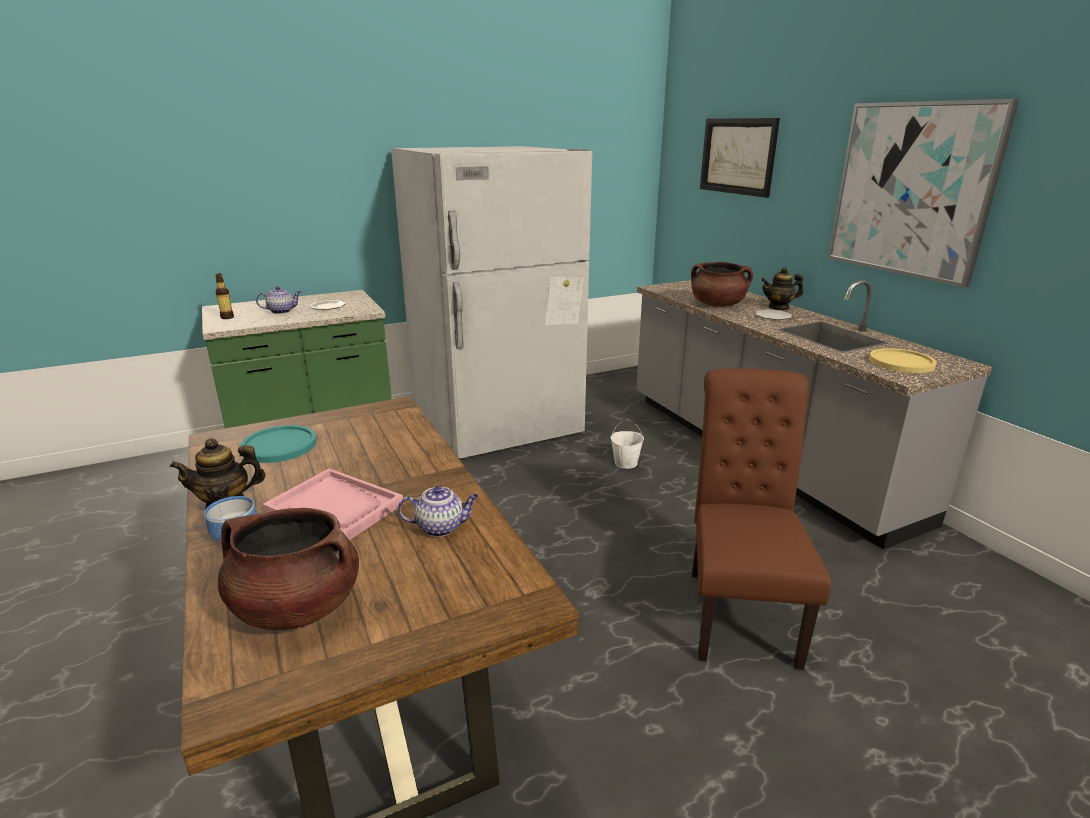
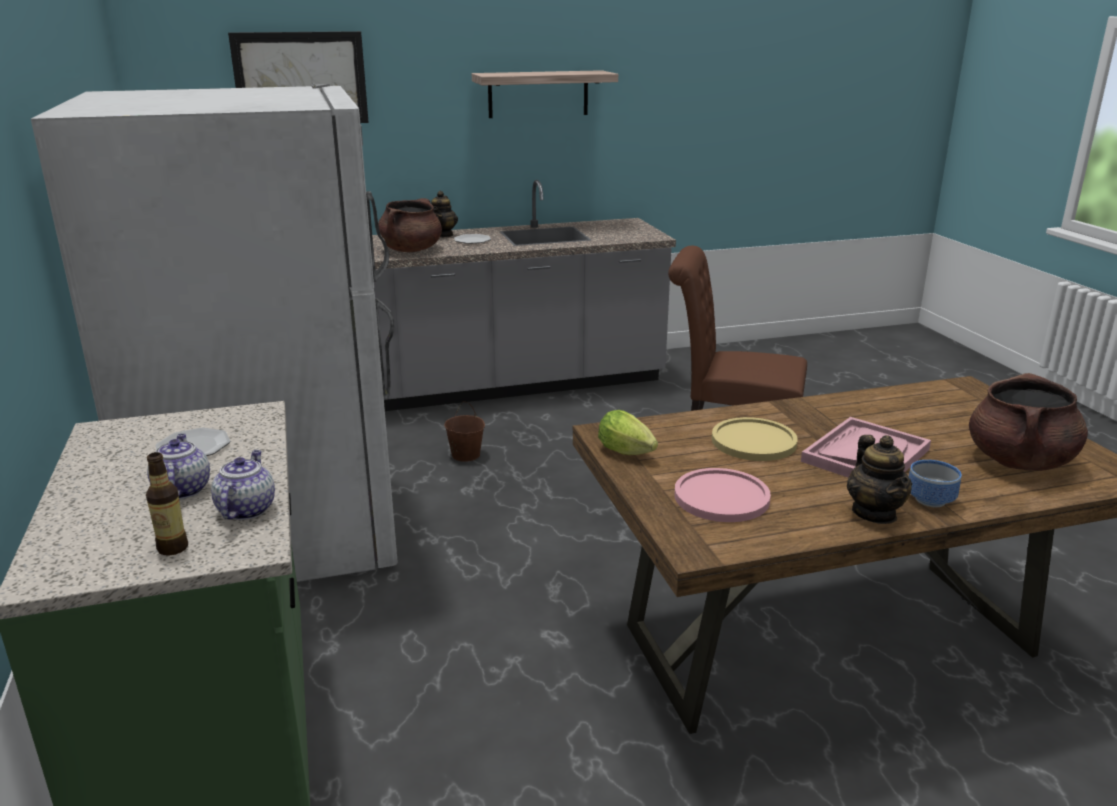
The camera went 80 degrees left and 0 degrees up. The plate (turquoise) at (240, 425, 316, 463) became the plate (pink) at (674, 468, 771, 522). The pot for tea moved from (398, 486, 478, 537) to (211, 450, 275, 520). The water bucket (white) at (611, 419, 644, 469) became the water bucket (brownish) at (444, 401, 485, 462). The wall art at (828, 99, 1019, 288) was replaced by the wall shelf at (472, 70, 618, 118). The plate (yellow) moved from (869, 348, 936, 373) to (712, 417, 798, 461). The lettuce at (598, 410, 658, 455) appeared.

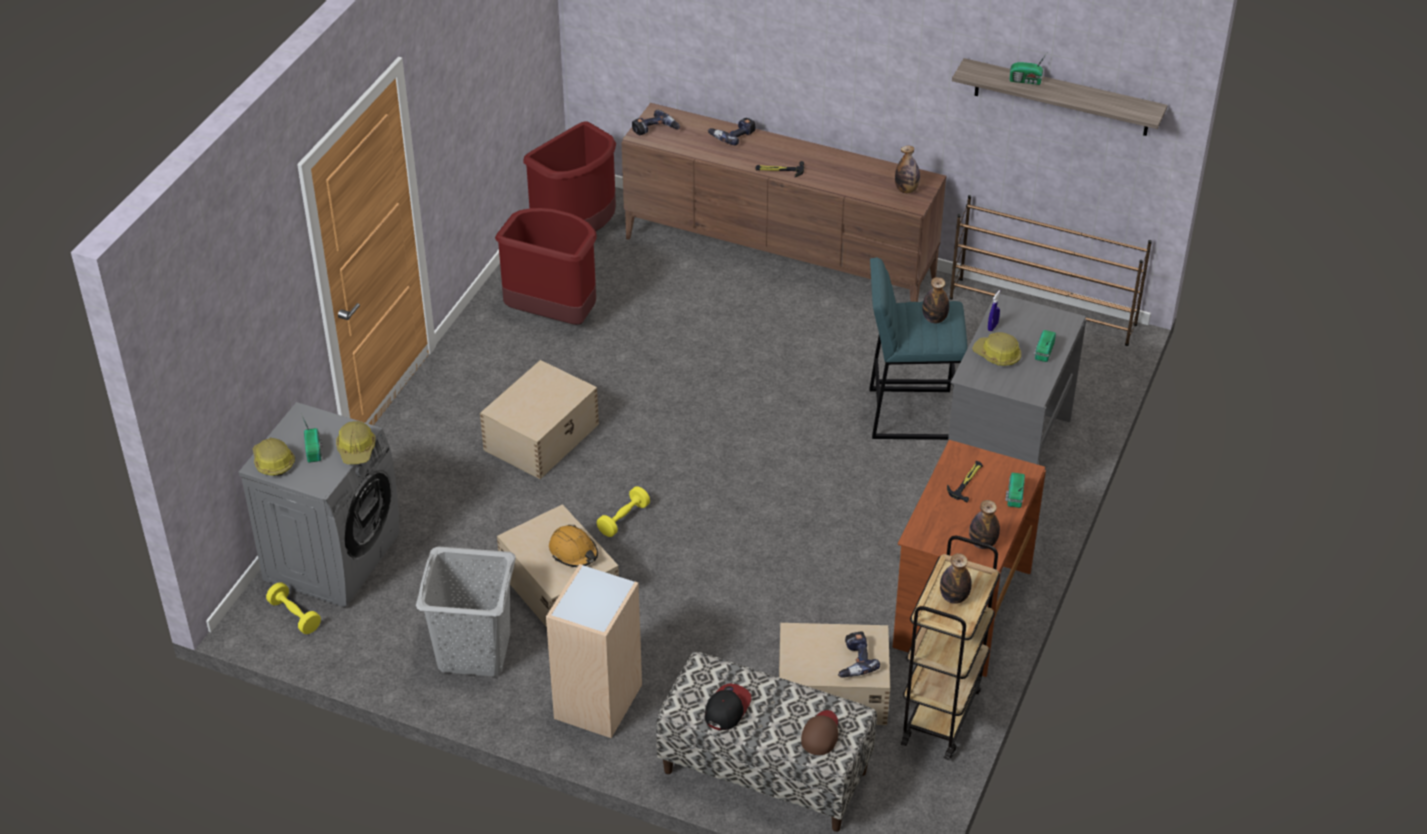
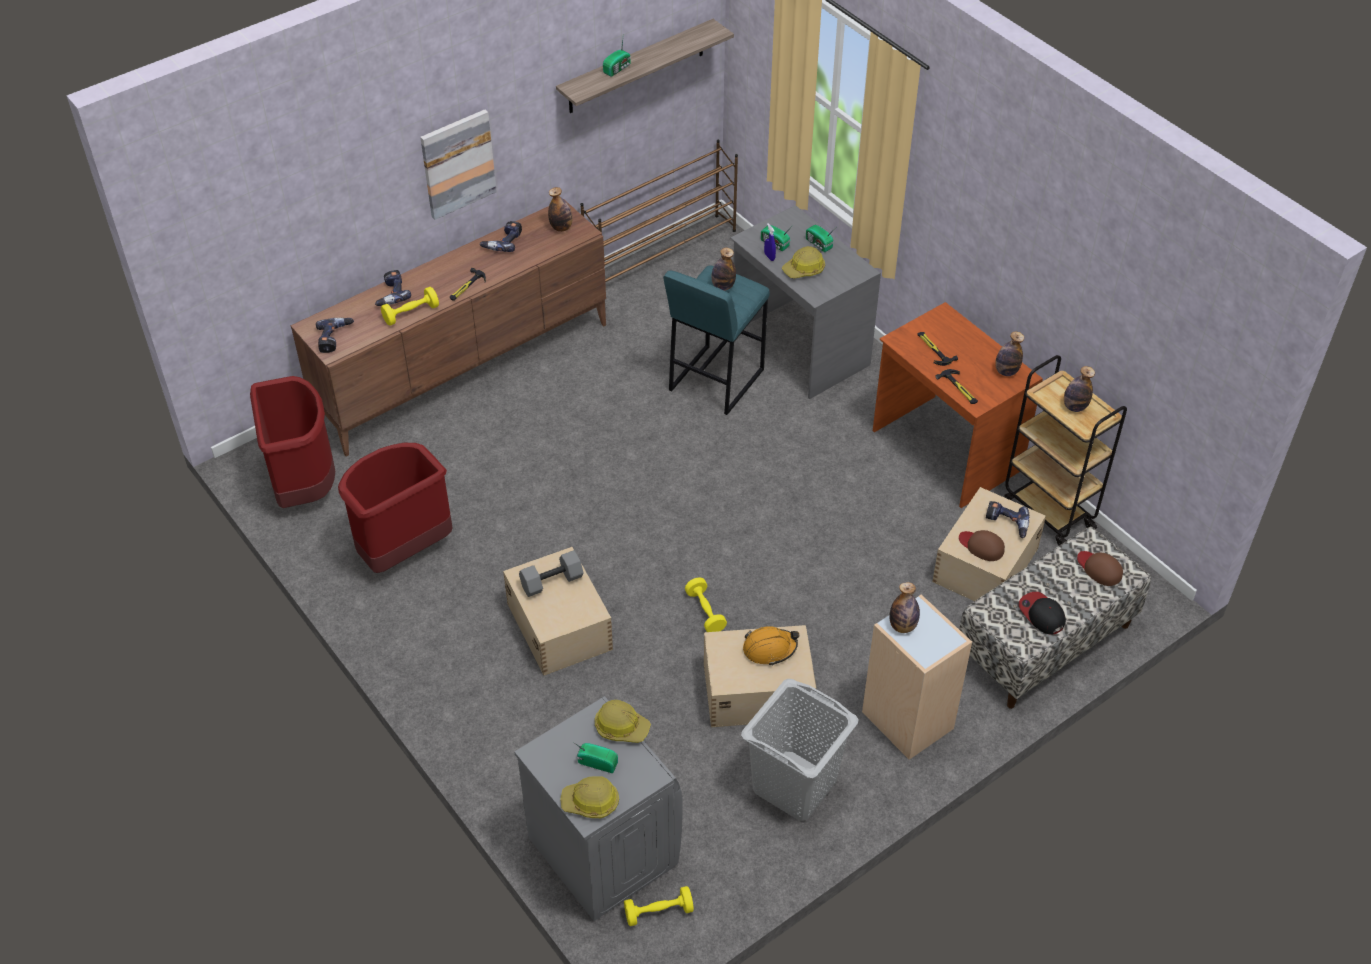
The camera went 60 degrees left and 5 degrees up. The radio moved from (1005, 473, 1025, 508) to (761, 225, 793, 251). The hand weight (yellow) at (381, 287, 439, 326) appeared. The wall art at (420, 109, 497, 220) appeared. The power drill at (480, 221, 522, 252) appeared. The hand weight (greyish) at (519, 550, 584, 597) appeared. The beverage bottle at (889, 582, 920, 633) appeared. The hand hammer at (935, 369, 978, 404) appeared. The peaked cap (brownish) at (959, 530, 1005, 561) appeared.

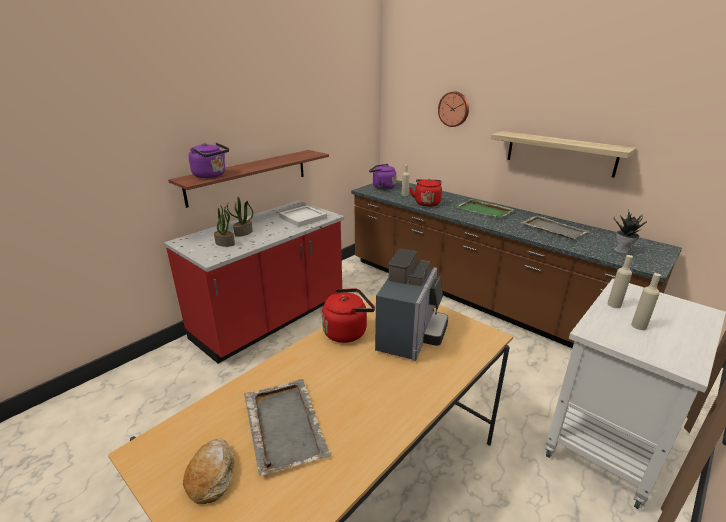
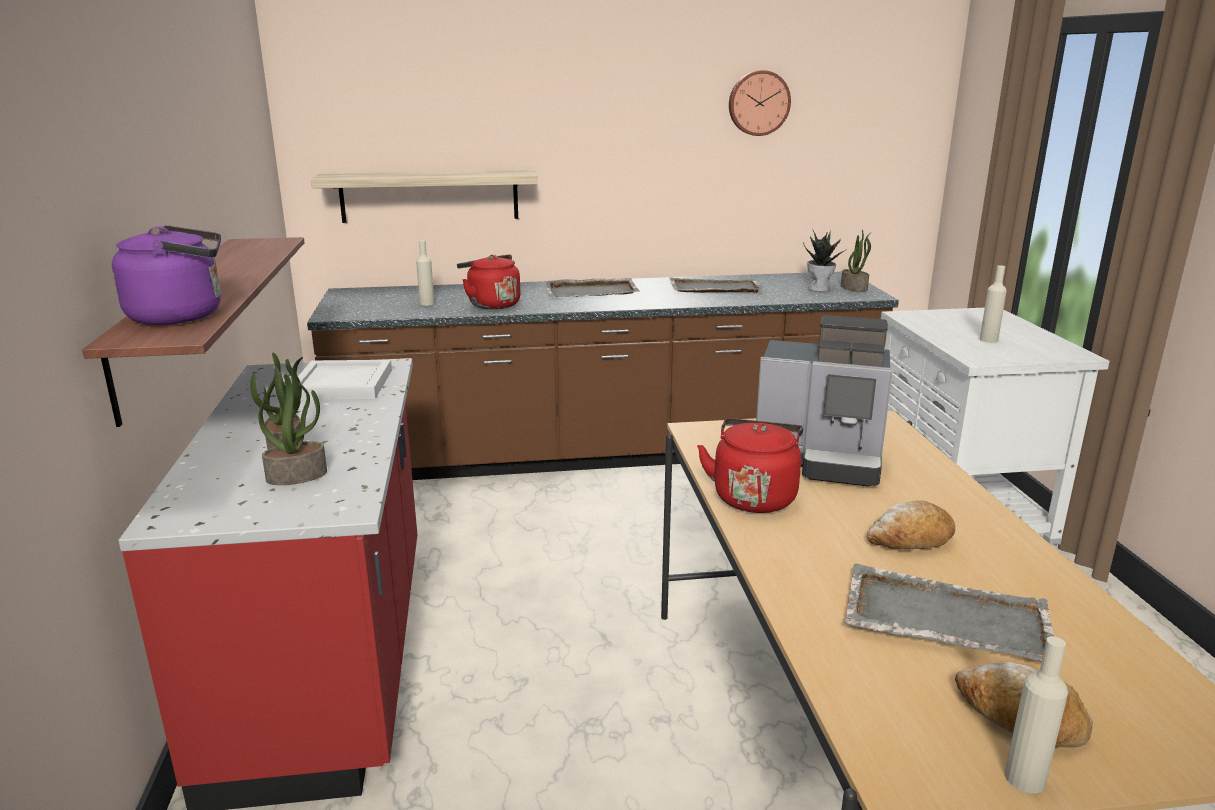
The camera went 50 degrees left and 5 degrees down. The water kettle (purple-coloured) at (369, 164, 397, 190) disappeared. The coffee maker at (375, 249, 448, 361) turned 135 degrees clockwise. The clock on the wall moved from (438, 92, 469, 127) to (729, 70, 791, 136). The serving tray (green) at (456, 199, 515, 218) became the serving tray (greyish) at (546, 278, 640, 297). The wall shelf moved from (491, 131, 636, 178) to (311, 170, 537, 223). The beverage bottle (beige) moved from (607, 255, 633, 308) to (1005, 636, 1068, 793). The plant in a pot at (841, 230, 871, 292) appeared. The baked bread at (867, 501, 955, 550) appeared.

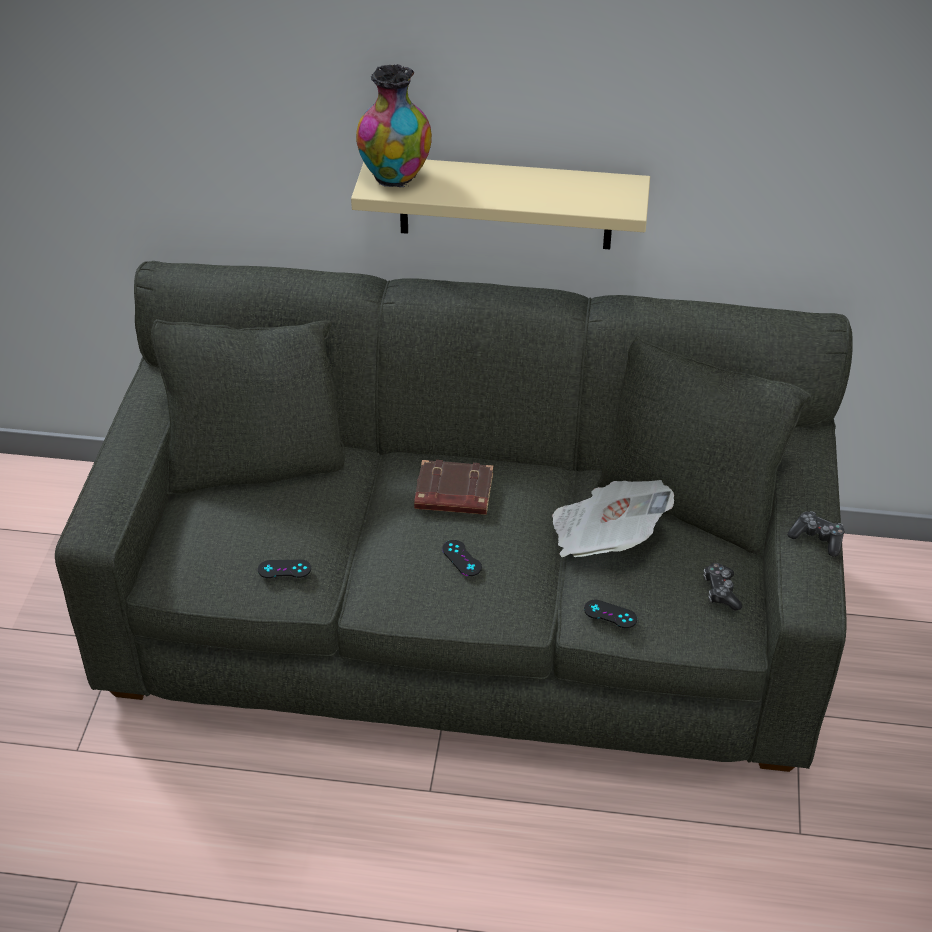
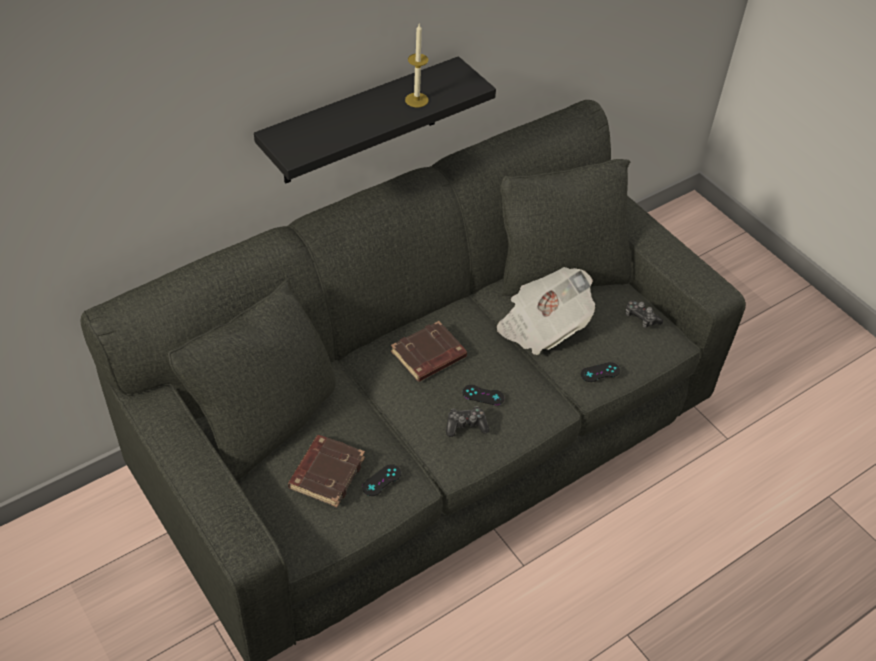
The camera went 45 degrees left and 5 degrees up. The wall shelf (beige) at (351, 160, 650, 249) became the wall shelf (black) at (254, 56, 496, 183). The vase at (356, 64, 432, 187) disappeared. The gamepad moved from (788, 511, 844, 557) to (446, 406, 489, 437). The book (brownish) at (288, 435, 365, 507) appeared. The wax candle at (405, 24, 429, 107) appeared.

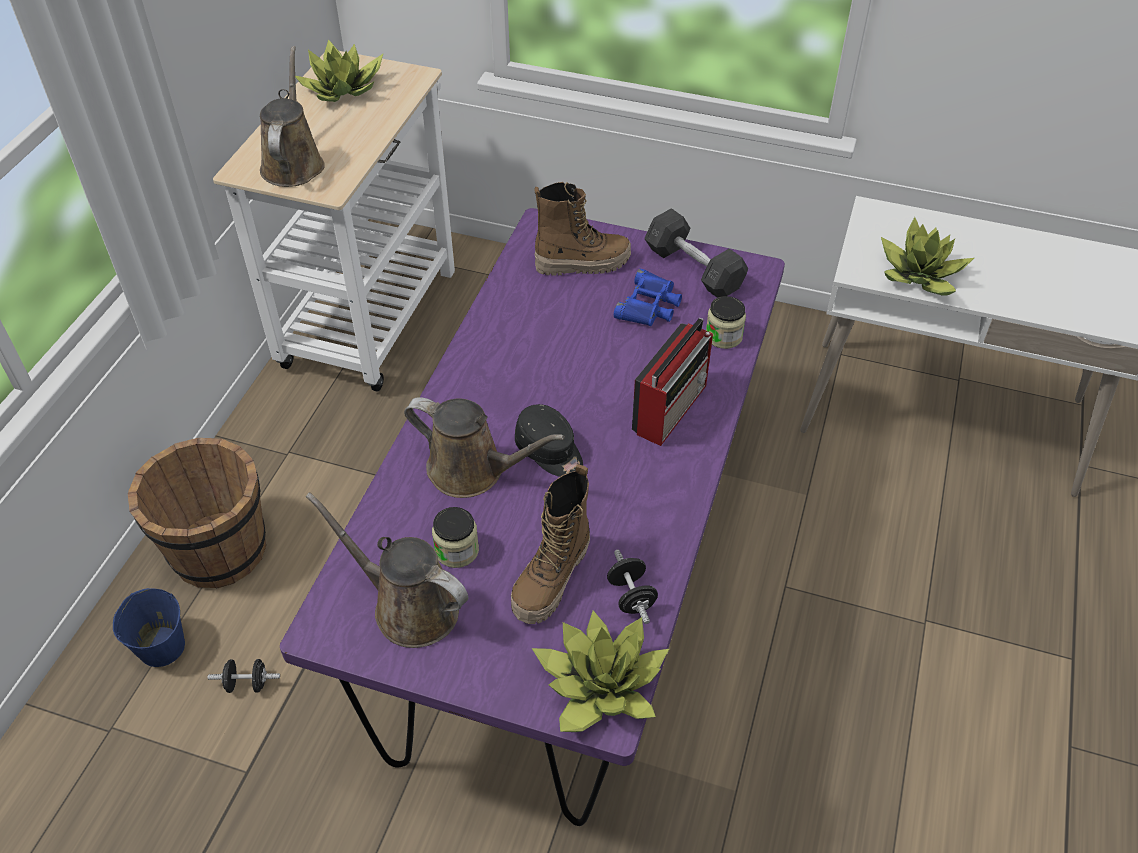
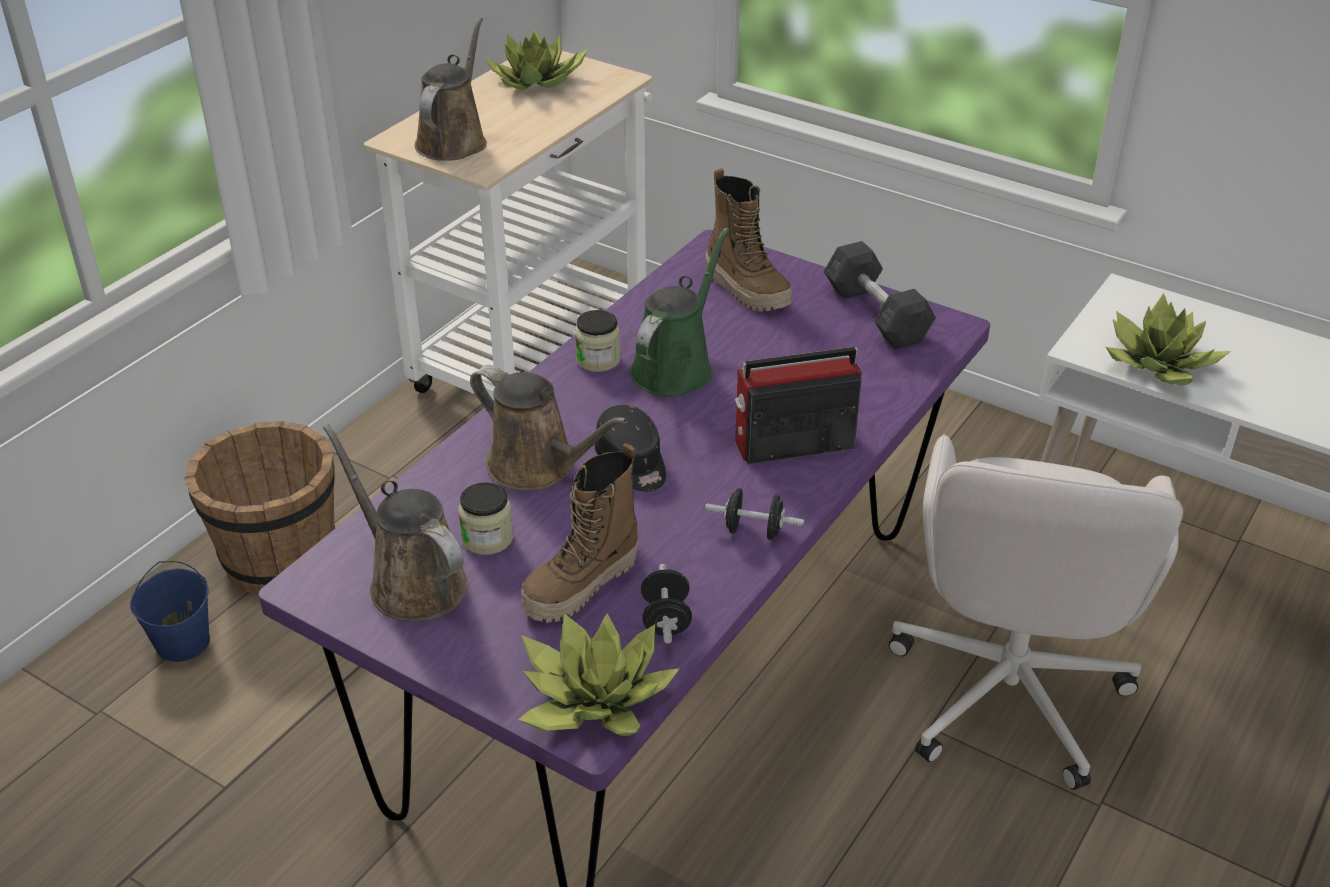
The camera went 15 degrees right and 10 degrees down. The hand weight (black) moved from (208, 659, 280, 693) to (705, 488, 804, 540). The boot at (534, 182, 631, 275) turned 45 degrees clockwise. The pair of binoculars (blue-coloured) at (614, 269, 682, 326) disappeared. The radio at (632, 318, 713, 446) turned 150 degrees counterclockwise. The storage jar moved from (706, 296, 746, 349) to (575, 310, 621, 372). The watering can (green) at (630, 228, 729, 397) appeared. The office chair (white) at (889, 434, 1183, 790) appeared.

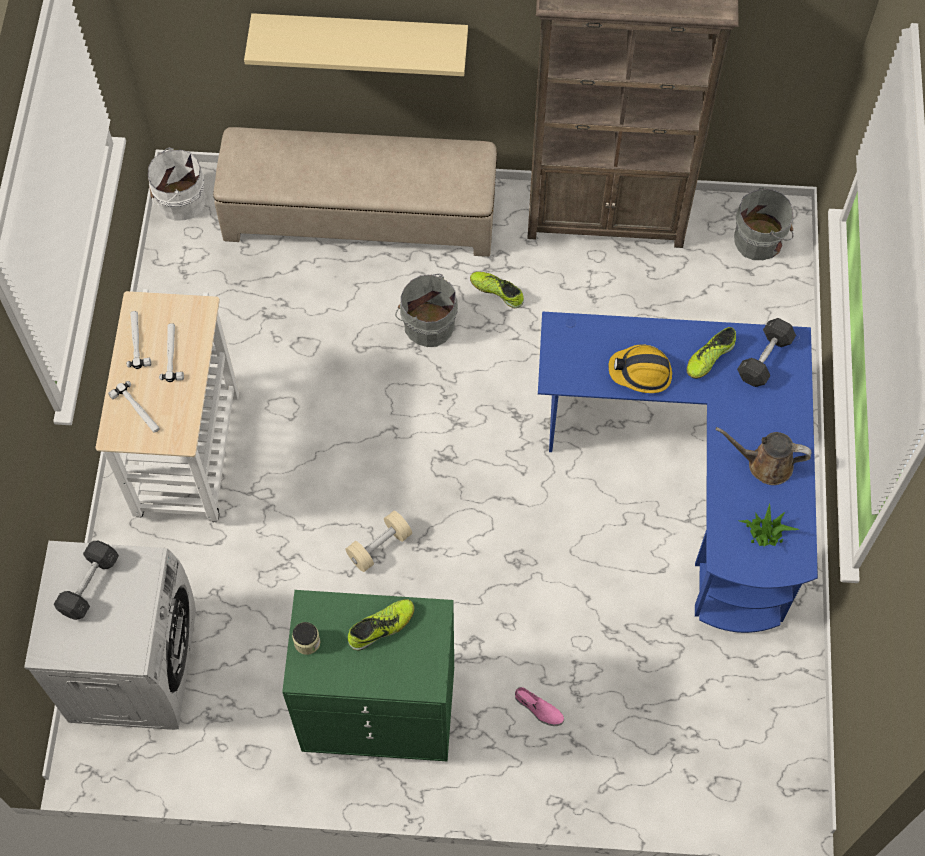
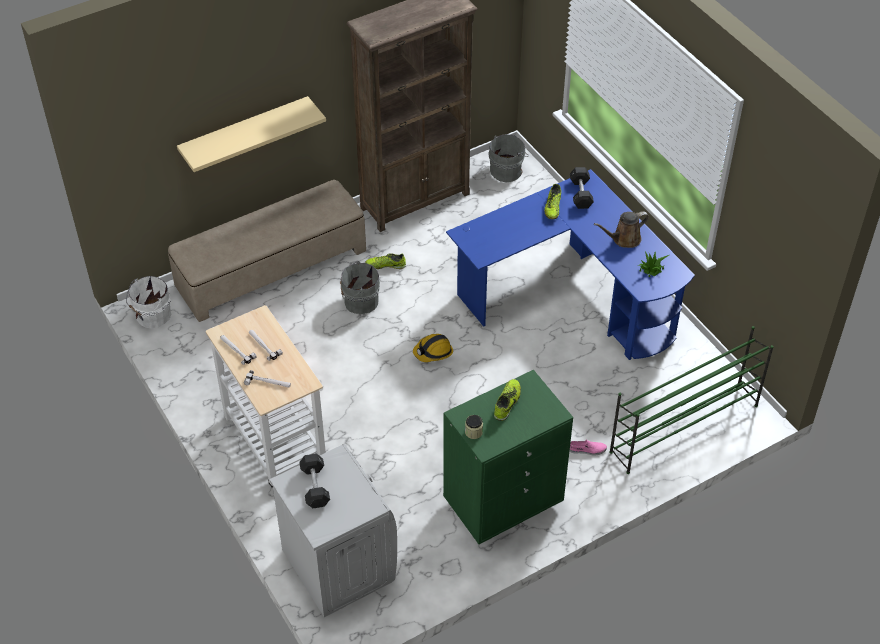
The camera went 35 degrees left and 15 degrees down. The hand weight (beige) at (345, 511, 412, 572) disappeared. The safety helmet moved from (609, 345, 672, 393) to (413, 334, 453, 362). The shoe stand (green) at (609, 326, 774, 474) appeared.

